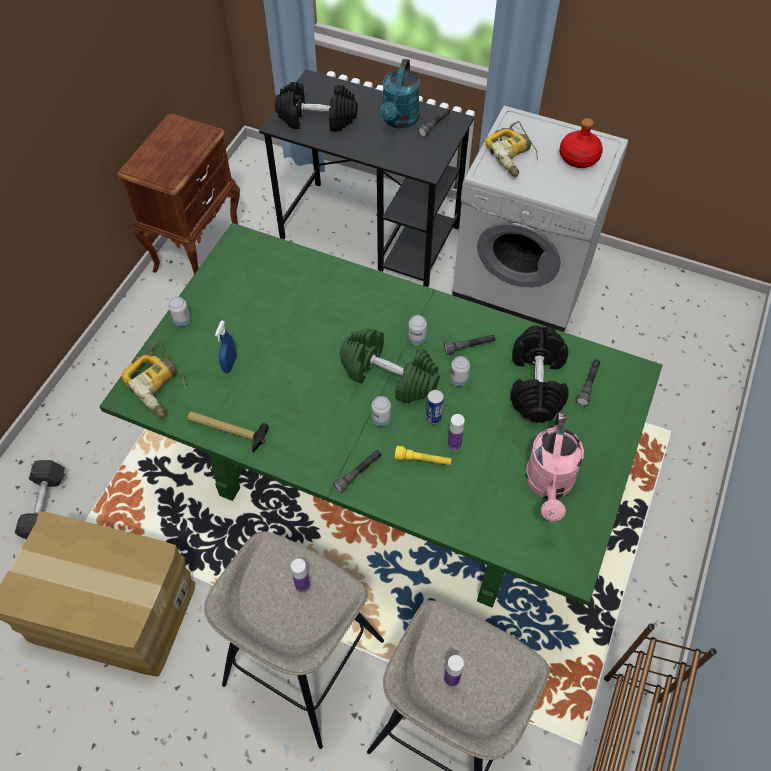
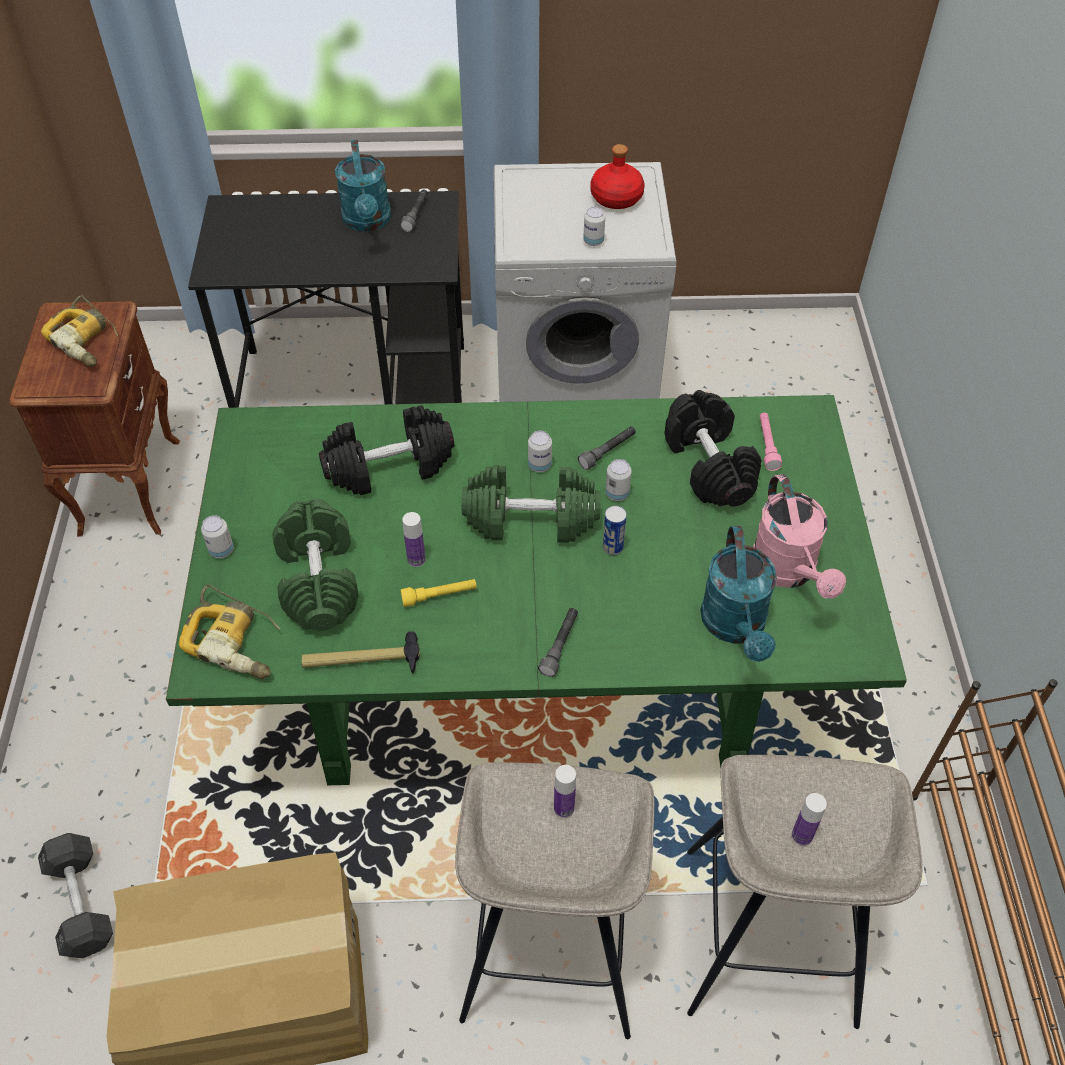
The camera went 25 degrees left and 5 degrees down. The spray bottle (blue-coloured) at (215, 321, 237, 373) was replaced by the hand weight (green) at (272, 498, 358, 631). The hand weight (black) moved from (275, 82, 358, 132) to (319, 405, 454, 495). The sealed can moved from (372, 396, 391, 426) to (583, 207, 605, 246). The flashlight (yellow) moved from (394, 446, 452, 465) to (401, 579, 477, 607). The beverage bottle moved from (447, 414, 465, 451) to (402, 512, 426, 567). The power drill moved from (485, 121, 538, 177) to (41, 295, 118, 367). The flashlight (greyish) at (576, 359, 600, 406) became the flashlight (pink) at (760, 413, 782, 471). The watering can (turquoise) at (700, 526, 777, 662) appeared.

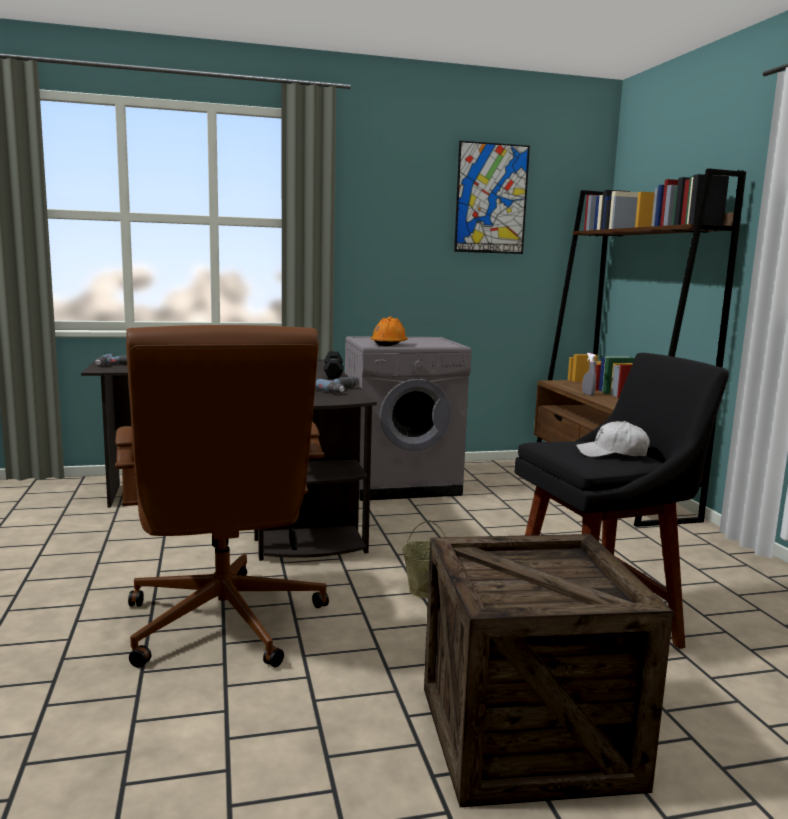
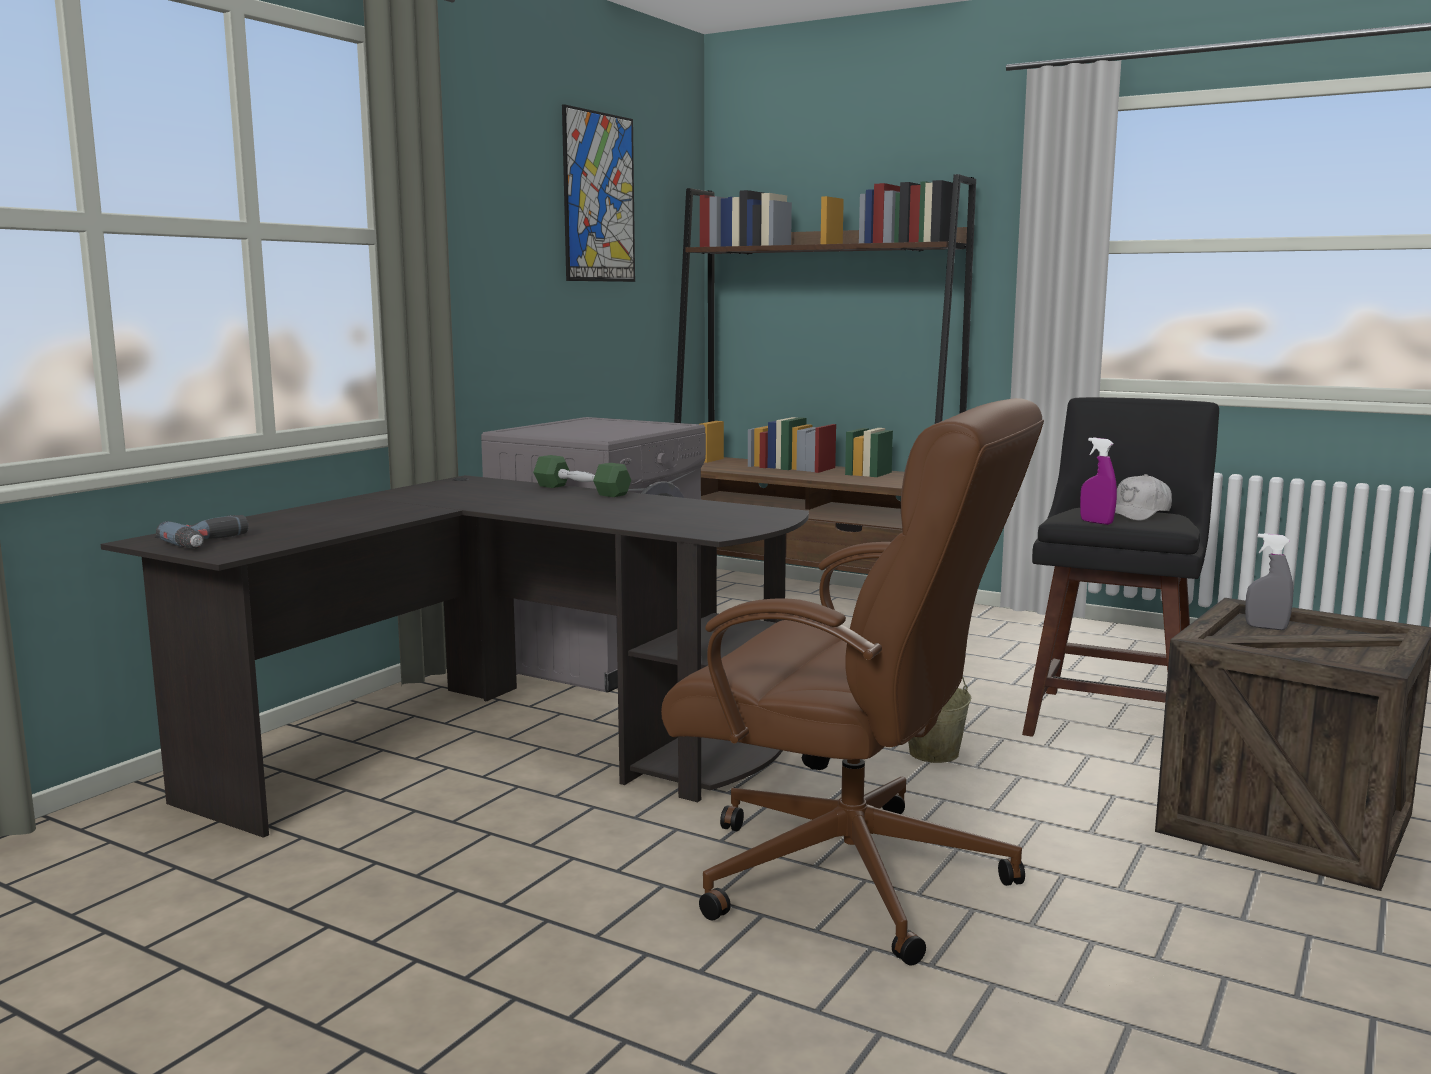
The camera went 45 degrees left and 0 degrees up. The power drill at (315, 377, 356, 393) disappeared. The hand weight (black) at (324, 351, 344, 379) became the hand weight (green) at (533, 455, 631, 497). The safety helmet (orangey) at (371, 317, 408, 346) disappeared. The spray bottle (greyish) moved from (582, 353, 596, 396) to (1245, 533, 1293, 630). The spray bottle (purple-coloured) at (1080, 438, 1117, 525) appeared.

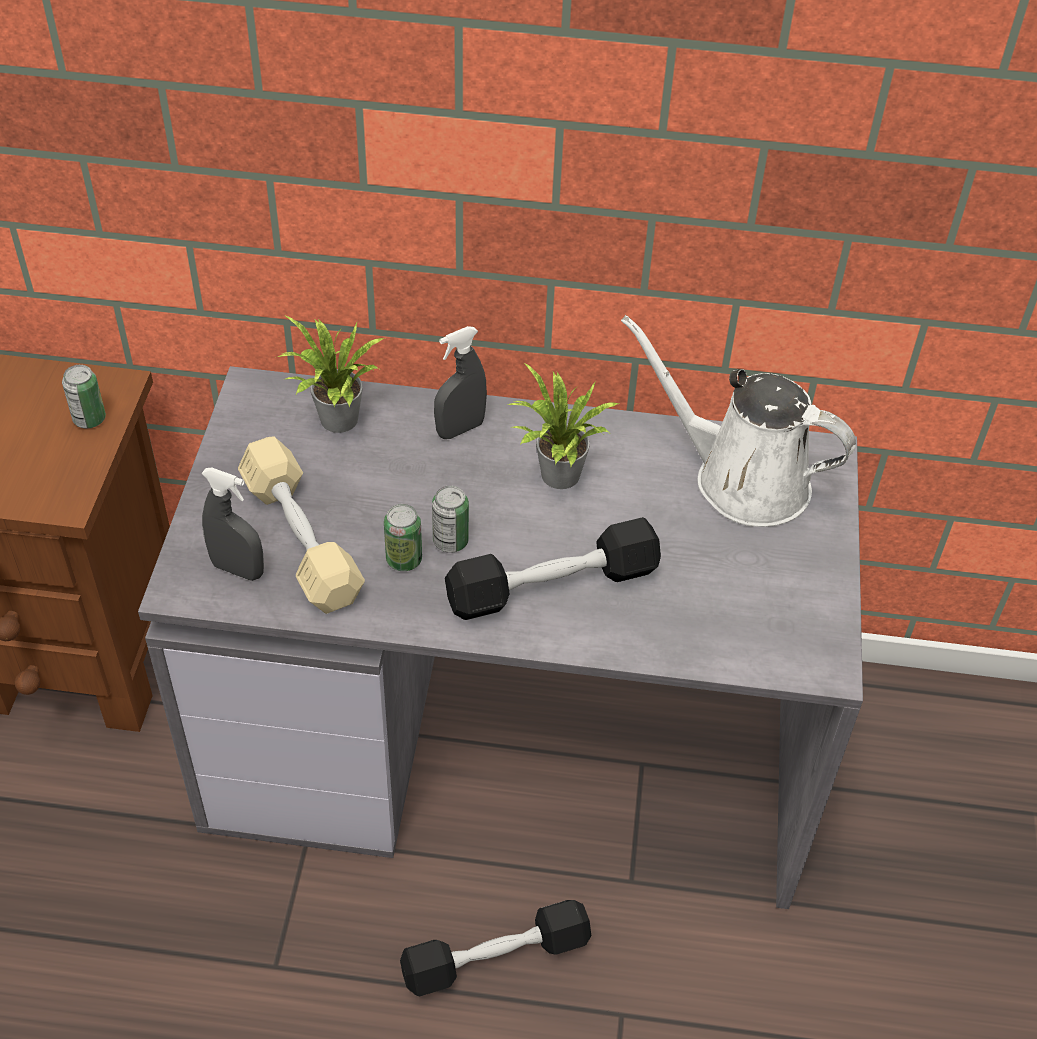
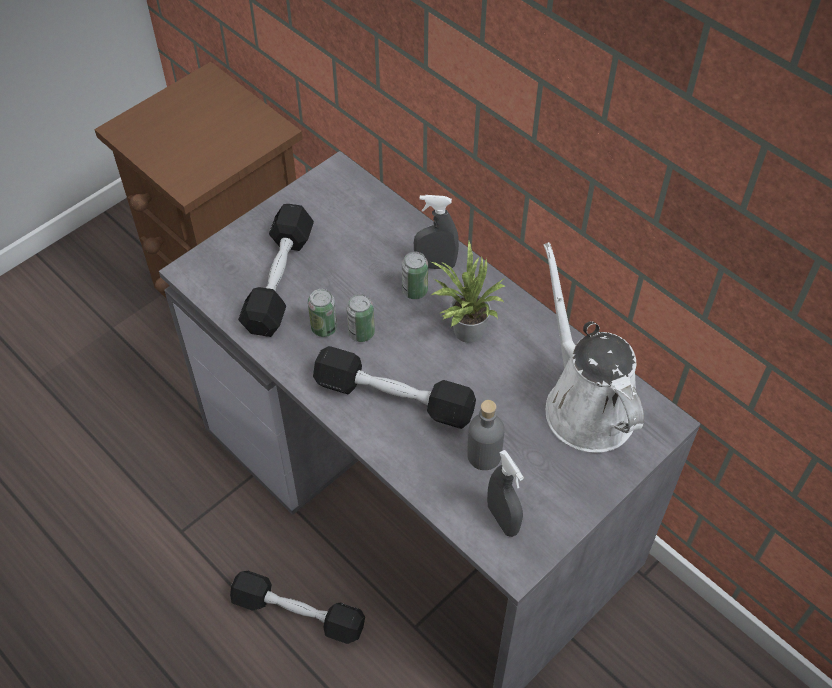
The camera went 40 degrees right and 5 degrees up. The sealed can moved from (62, 365, 106, 428) to (402, 252, 428, 299). The spray bottle (greyish) moved from (202, 468, 264, 581) to (487, 450, 524, 537). The hand weight (beige) at (238, 436, 365, 614) became the hand weight (black) at (238, 204, 314, 337). The plant in a pot at (278, 316, 385, 433) disappeared. The beverage bottle (greyish) at (467, 400, 505, 470) appeared.

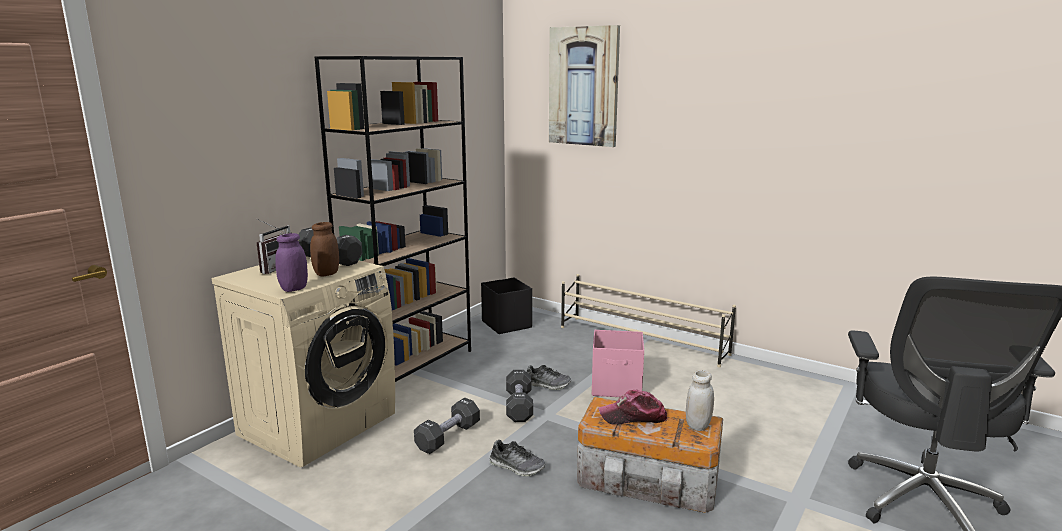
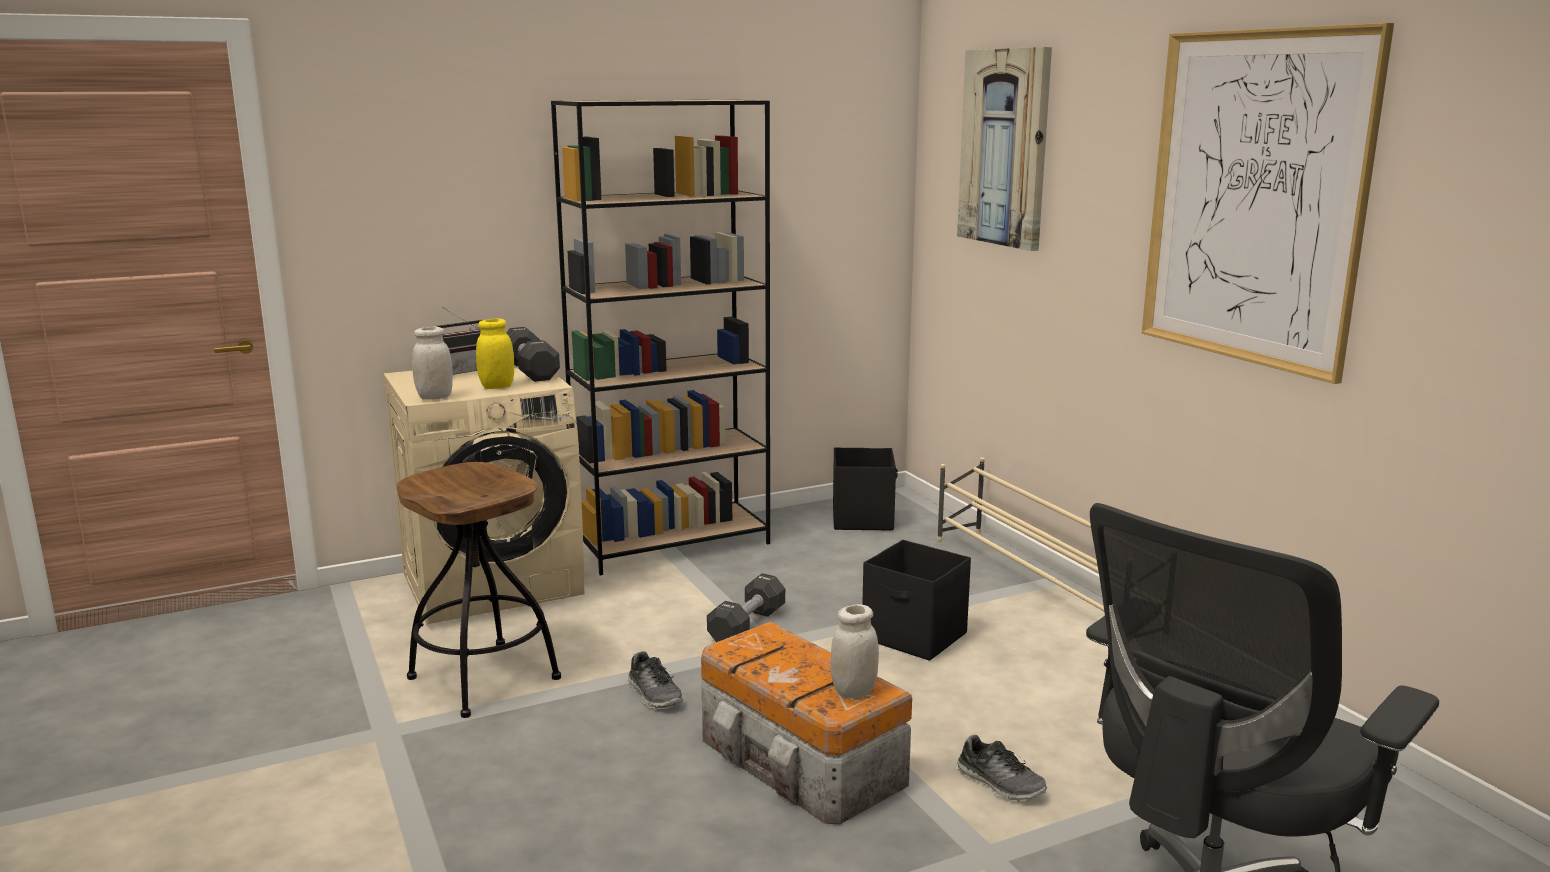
The camera went 30 degrees right and 0 degrees up. The storage jar (purple-coloured) at (275, 233, 308, 292) became the storage jar (white) at (412, 327, 453, 400). The storage jar (brownish) at (310, 222, 339, 277) became the storage jar (yellow) at (476, 318, 514, 389). The hand weight (black) at (414, 398, 480, 454) disappeared. The shoe moved from (527, 365, 571, 390) to (956, 735, 1048, 802). The storage container (pink) at (592, 330, 644, 397) became the storage container (black) at (862, 540, 971, 661). The peaked cap at (598, 390, 668, 425) disappeared. The stool (brownish) at (396, 462, 561, 718) appeared. The wall art at (1142, 23, 1394, 384) appeared.

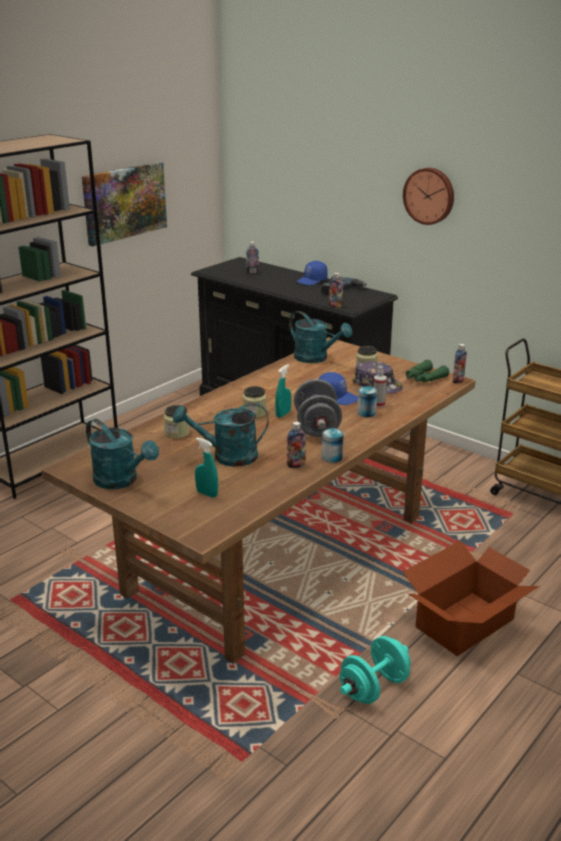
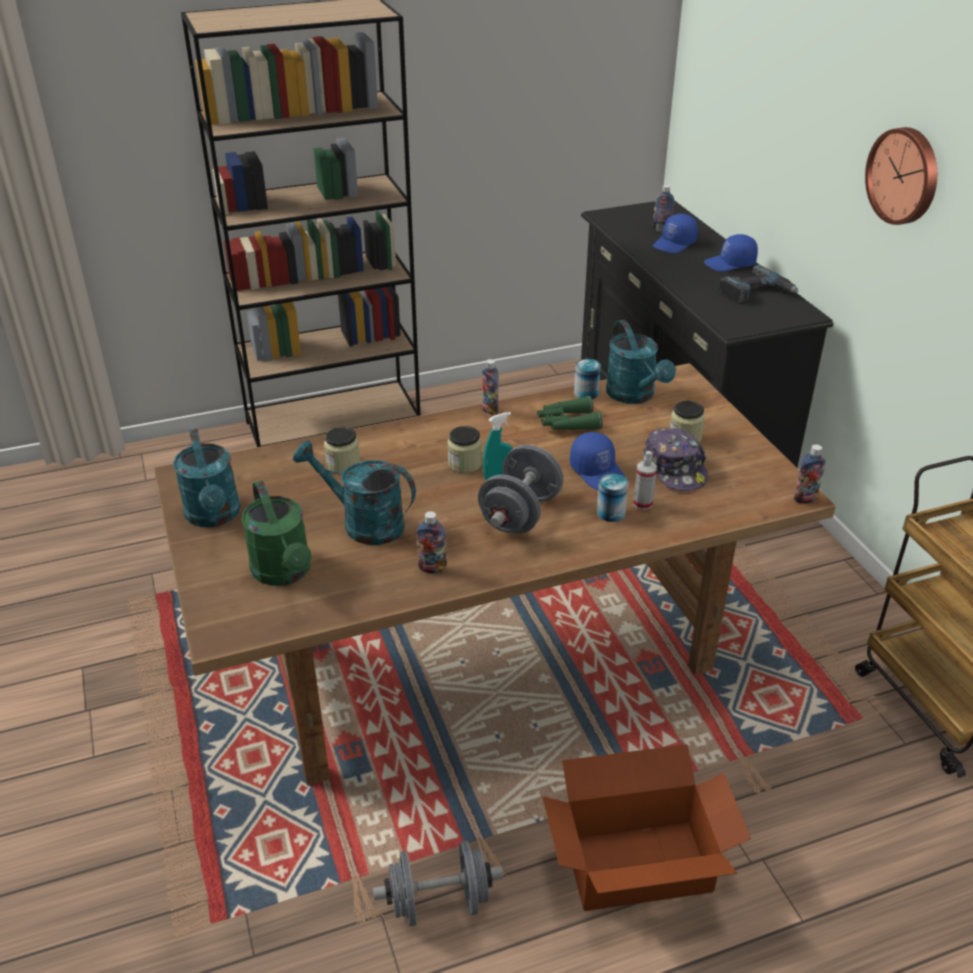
The camera went 30 degrees right and 10 degrees up. The wall art at (82, 162, 167, 246) disappeared. The spray bottle (turquoise) at (195, 438, 218, 498) was replaced by the watering can (green) at (241, 481, 311, 586). The sealed can moved from (322, 428, 344, 463) to (574, 359, 601, 399). The beverage bottle moved from (329, 273, 343, 308) to (482, 359, 498, 415). The hand weight (turquoise) at (340, 636, 410, 704) became the hand weight (greyish) at (373, 841, 503, 926). The pair of binoculars (green) moved from (406, 360, 449, 383) to (537, 396, 603, 430). The peaked cap (blue-coloured) at (653, 214, 698, 253) appeared.

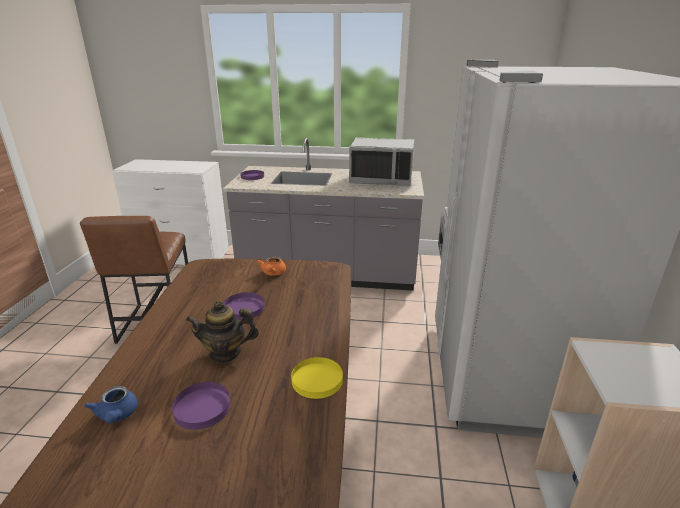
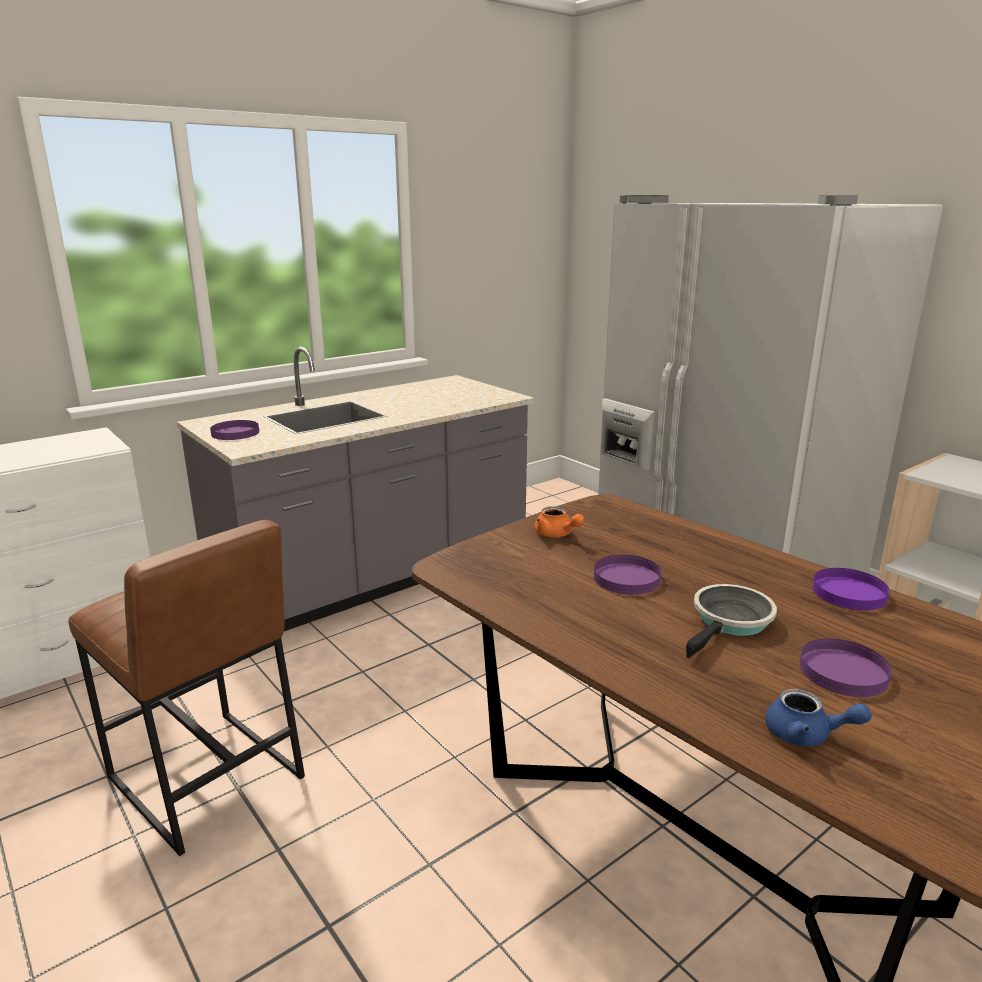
The camera went 45 degrees left and 5 degrees down. The pot for tea at (186, 300, 259, 363) was replaced by the pan at (686, 584, 777, 658). The plate (yellow) at (291, 357, 343, 399) became the plate (purple-coloured) at (812, 568, 890, 611). The microwave (greyish) at (349, 137, 414, 187) disappeared.

